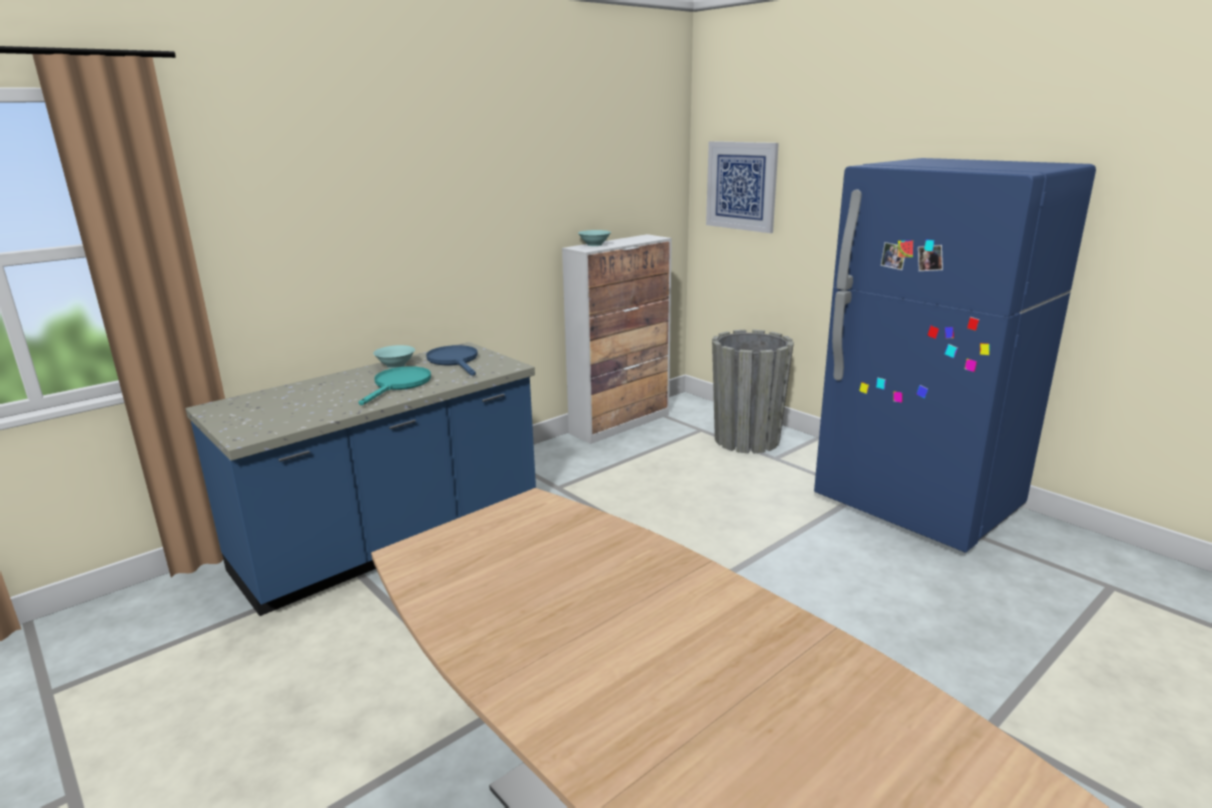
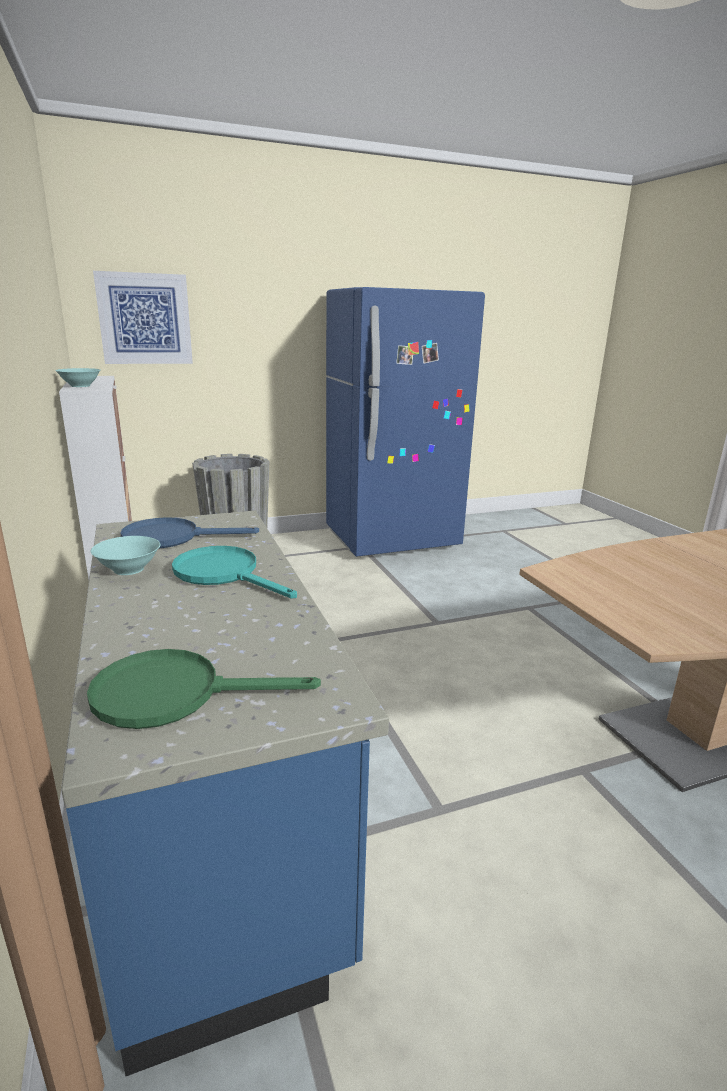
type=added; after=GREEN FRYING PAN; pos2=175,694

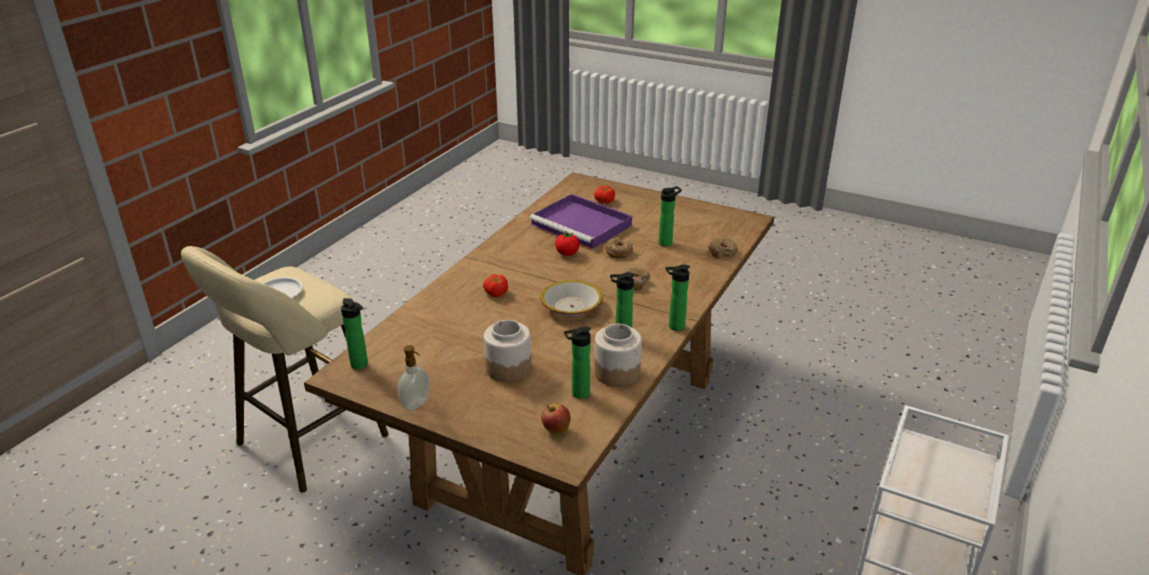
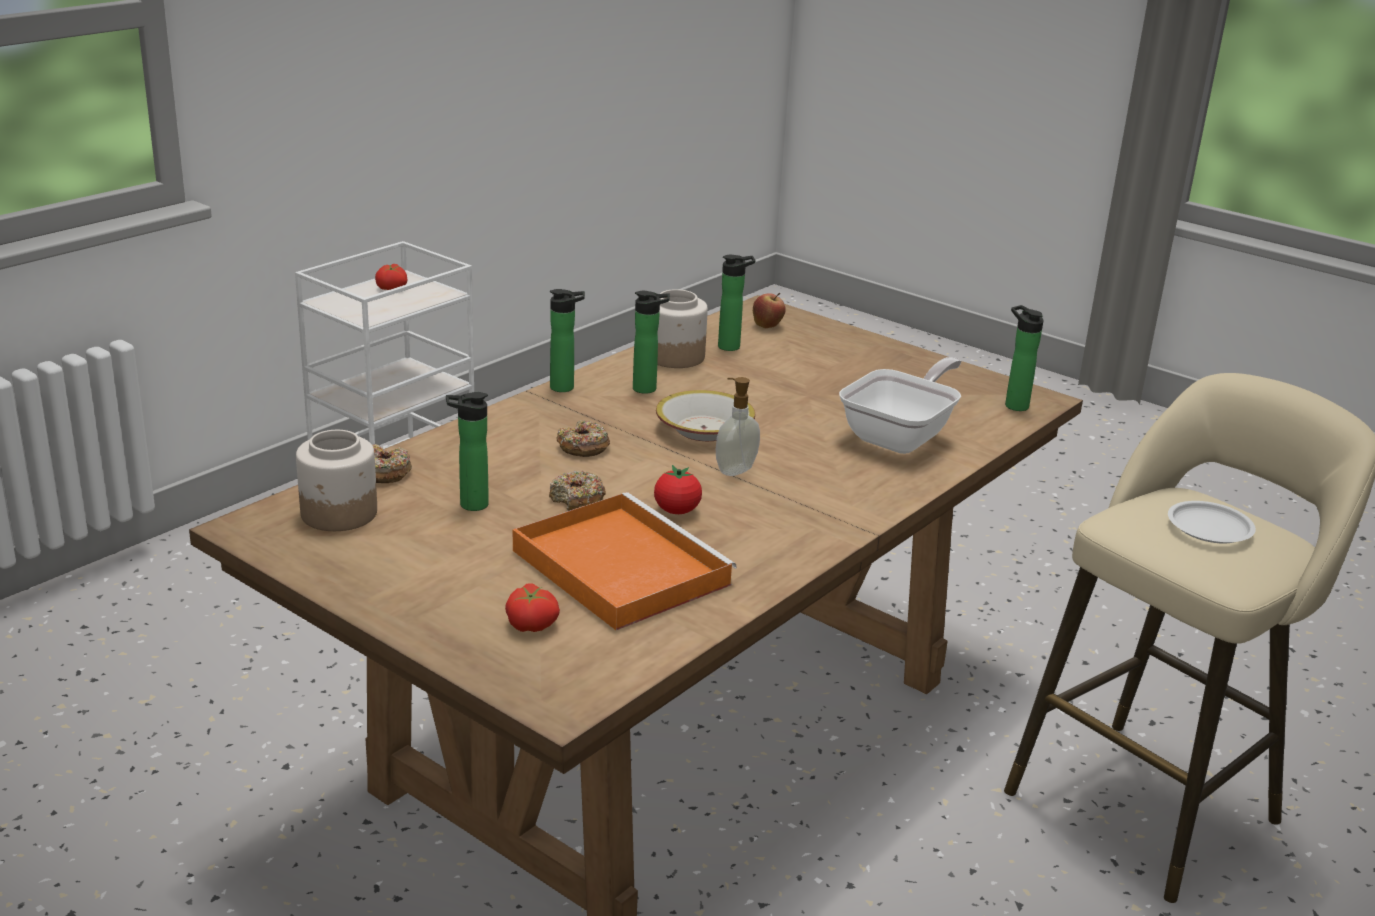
type=moved; before=SOAP BOTTLE; pos1=416,404; pos2=734,470
type=moved; before=FRESH TOMATO; pos1=495,293; pos2=392,288
type=moved; before=PRESERVE JAR; pos1=508,368; pos2=339,514
type=recoloured; before=PURPLISH CARRYING TRAY; after=ORANGE CARRYING TRAY; pos1=583,225; pos2=617,566
type=added; after=FRYING PAN; pos2=902,436

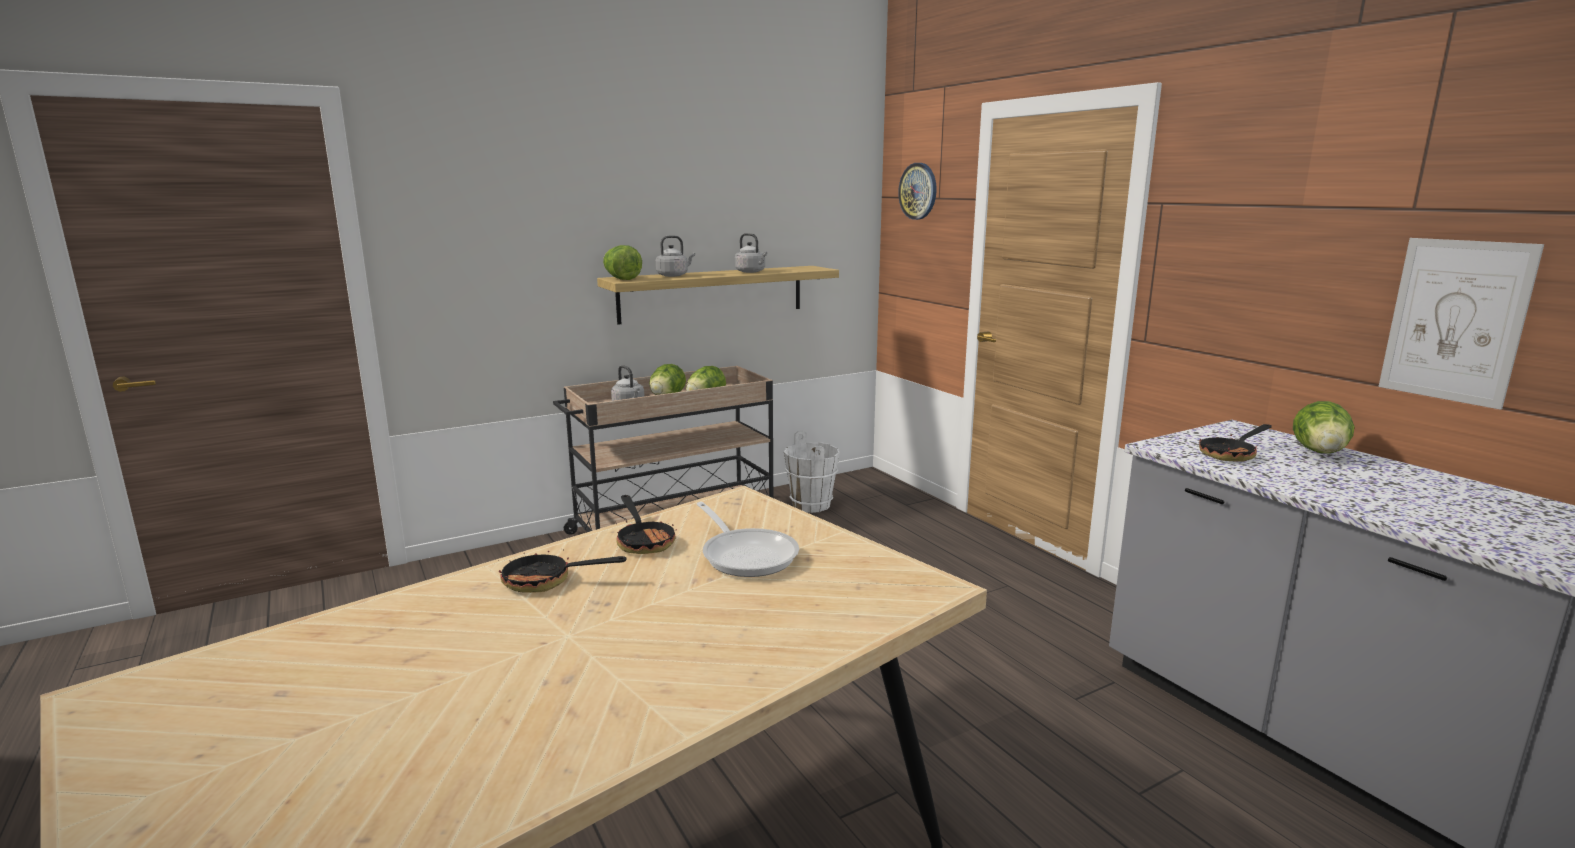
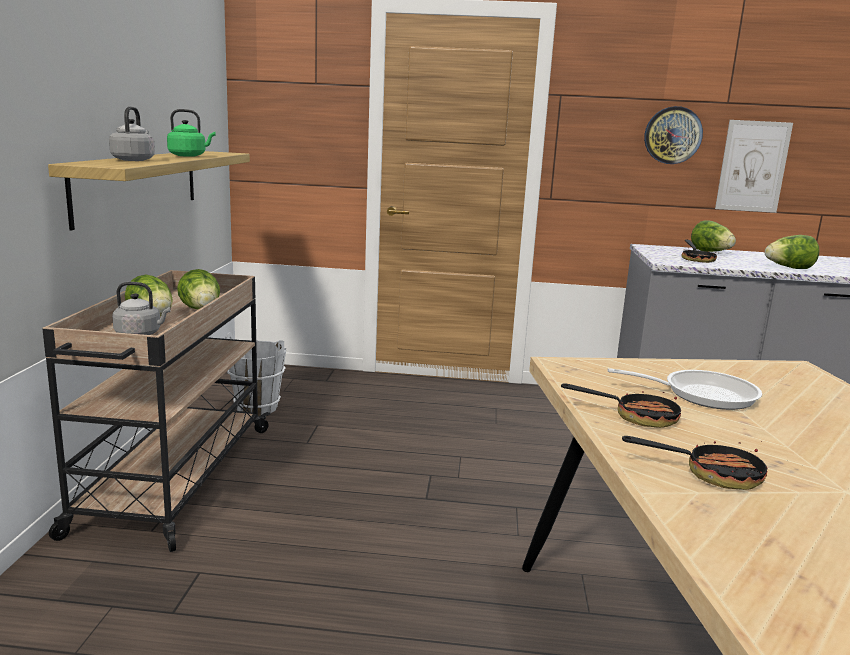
type=turned; before=FRYING PAN; pos1=547,582; pos2=711,473; turn=-120
type=moved; before=HEAD OF LETTUCE; pos1=621,279; pos2=789,268
type=recoloured; before=GRAY KETTLE; after=GREEN KETTLE; pos1=751,272; pos2=189,156
type=moved; before=WALL CLOCK; pos1=918,191; pos2=672,135

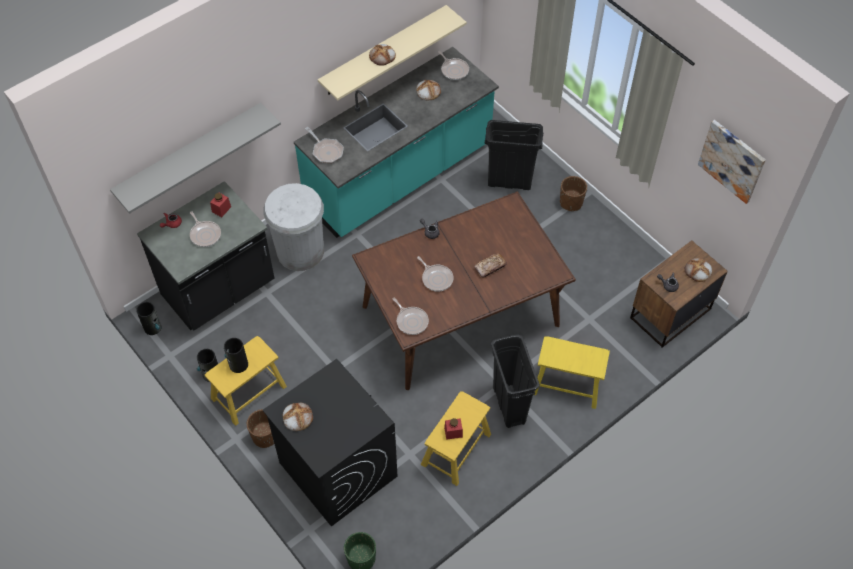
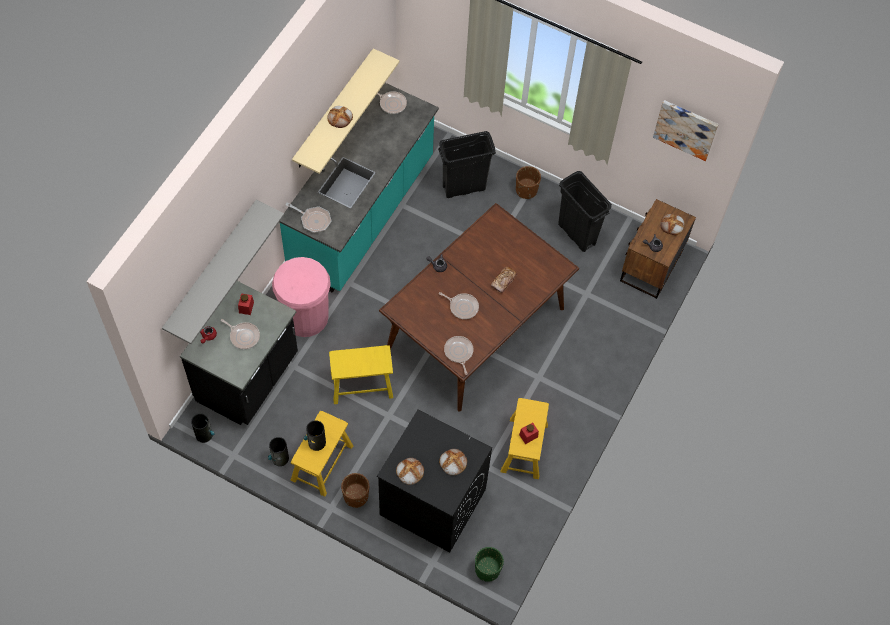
type=recoloured; before=WHITISH WASTE BIN; after=PINK WASTE BIN; pos1=300,251; pos2=305,316
type=turned; before=FRYING PAN; pos1=411,321; pos2=458,352; turn=-135
type=moved; before=BAKED BREAD; pos1=428,91; pos2=452,462
type=moved; before=BLACKISH WASTE BIN; pos1=509,405; pos2=576,234
type=moved; before=YELLOW STOOL; pos1=567,384; pos2=361,384

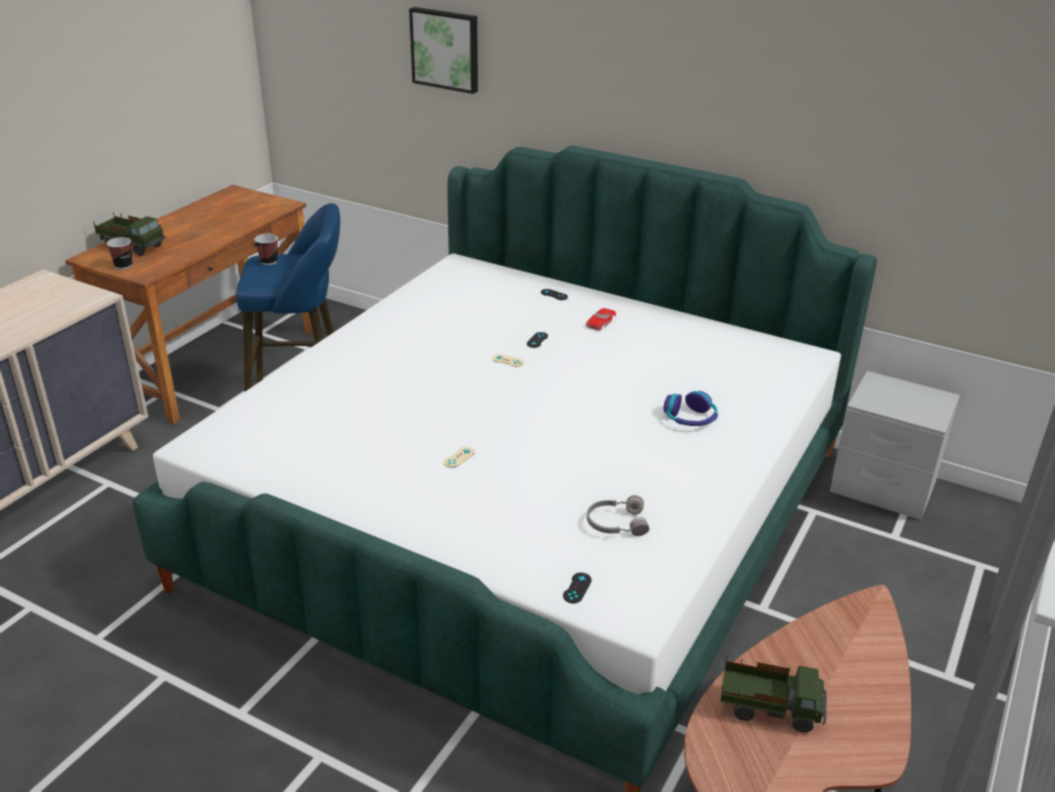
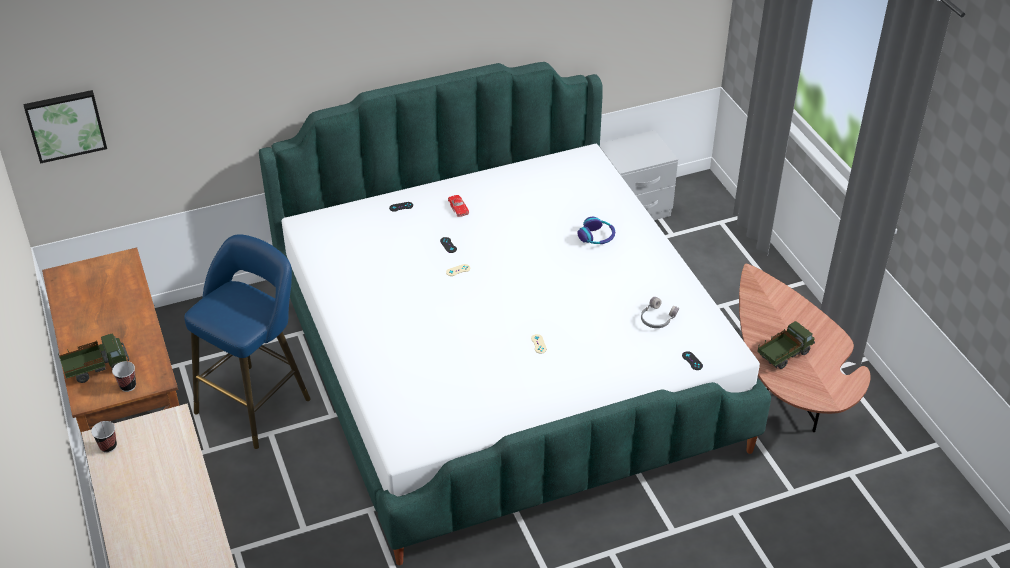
type=moved; before=SMALL CUP; pos1=269,261; pos2=108,446
type=moved; before=PICTURE; pos1=446,49; pos2=65,124

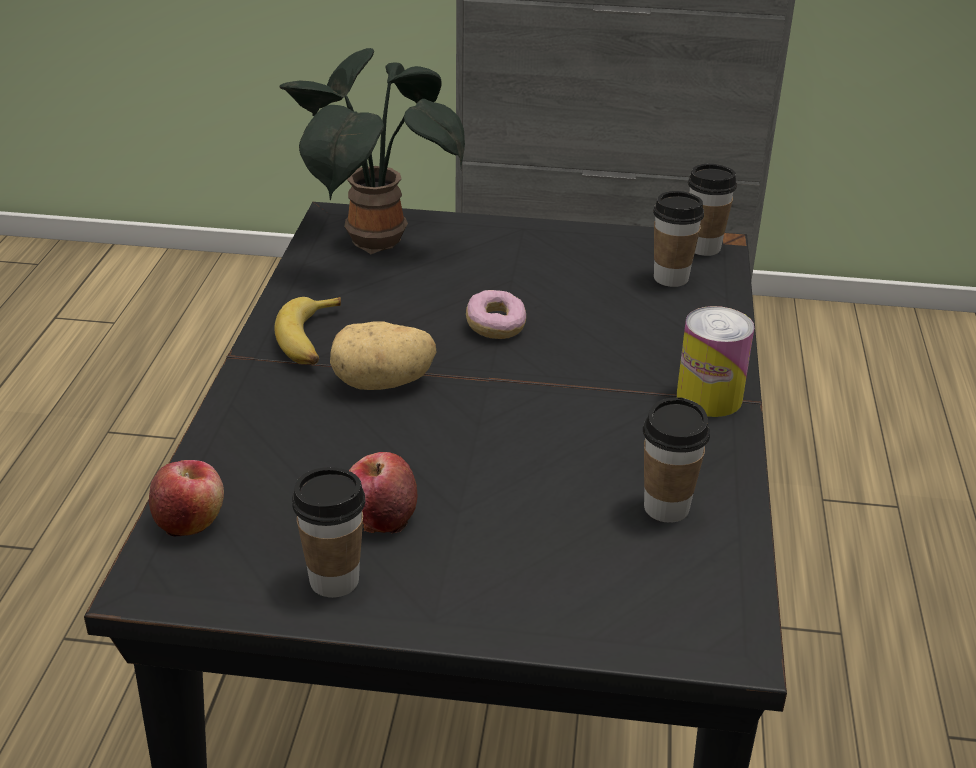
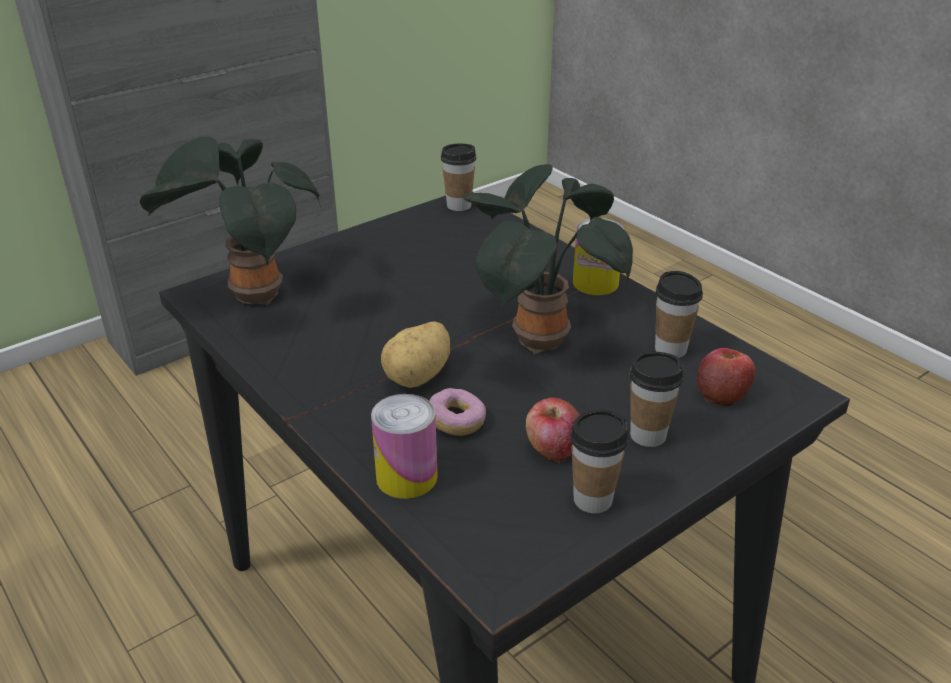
type=moved; before=APPLE; pos1=190,521; pos2=722,393
type=removed; before=WHOLE BANANA; pos1=311,341
type=moved; before=DOUGHNUT; pos1=495,327; pos2=456,422
type=moved; before=SMALL CUP; pos1=671,278; pos2=648,435
type=added; after=METAL CAN; pos2=406,477
type=added; after=PLANT IN A POT; pos2=536,337

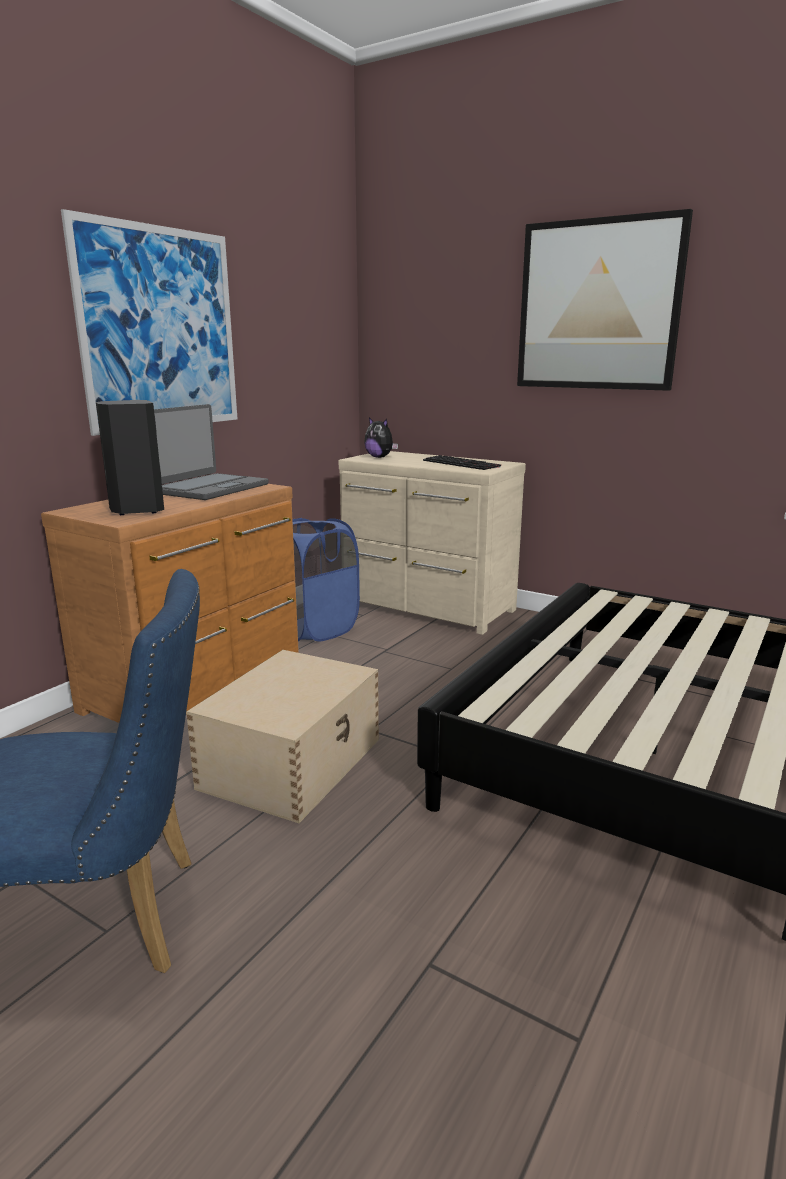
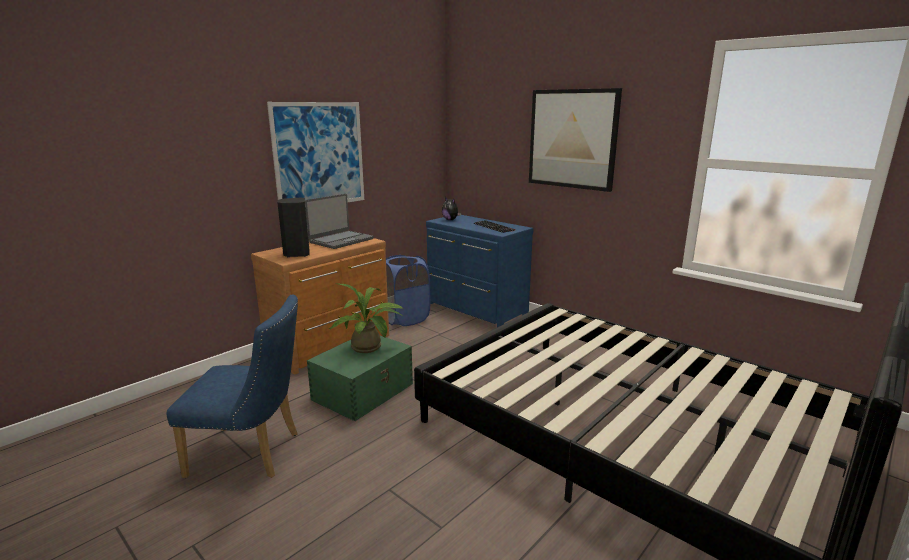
type=recoloured; before=BEIGE STORAGE BOX; after=GREEN STORAGE BOX; pos1=293,762; pos2=364,391
type=recoloured; before=BEIGE DRAWER CHEST; after=BLUE DRAWER CHEST; pos1=427,608; pos2=475,309
type=added; after=PLANT IN A POT; pos2=369,348

